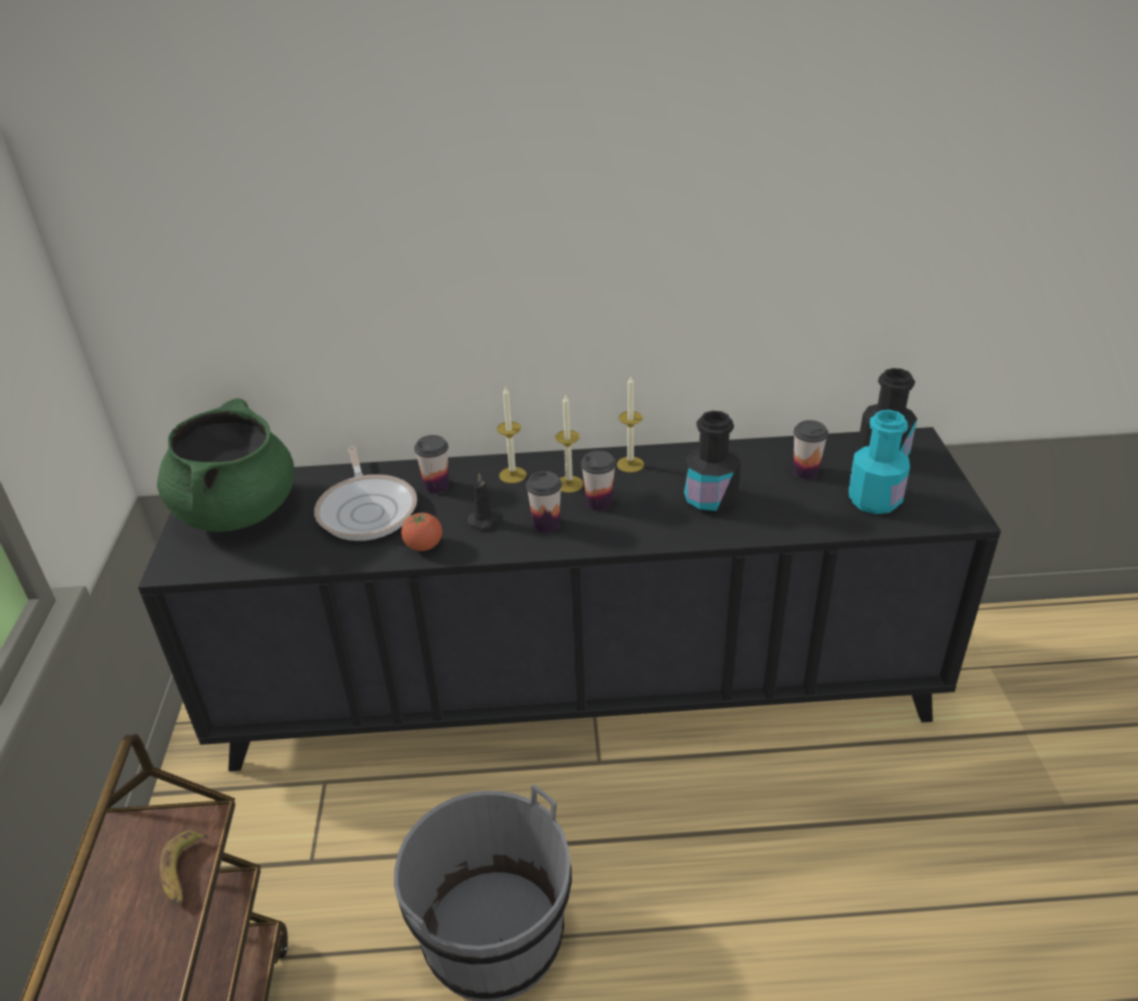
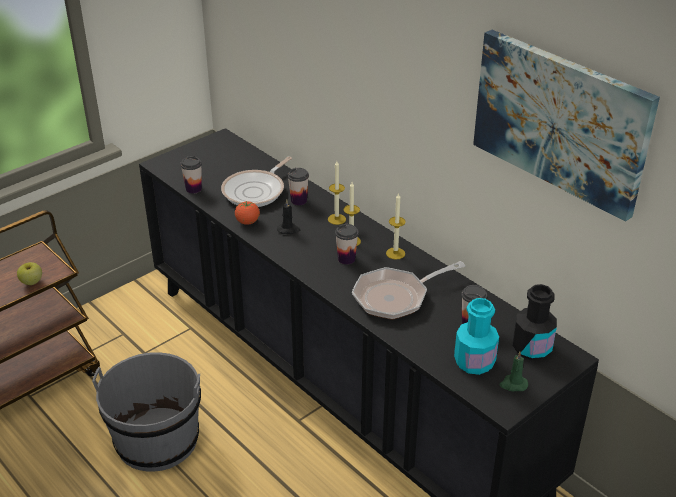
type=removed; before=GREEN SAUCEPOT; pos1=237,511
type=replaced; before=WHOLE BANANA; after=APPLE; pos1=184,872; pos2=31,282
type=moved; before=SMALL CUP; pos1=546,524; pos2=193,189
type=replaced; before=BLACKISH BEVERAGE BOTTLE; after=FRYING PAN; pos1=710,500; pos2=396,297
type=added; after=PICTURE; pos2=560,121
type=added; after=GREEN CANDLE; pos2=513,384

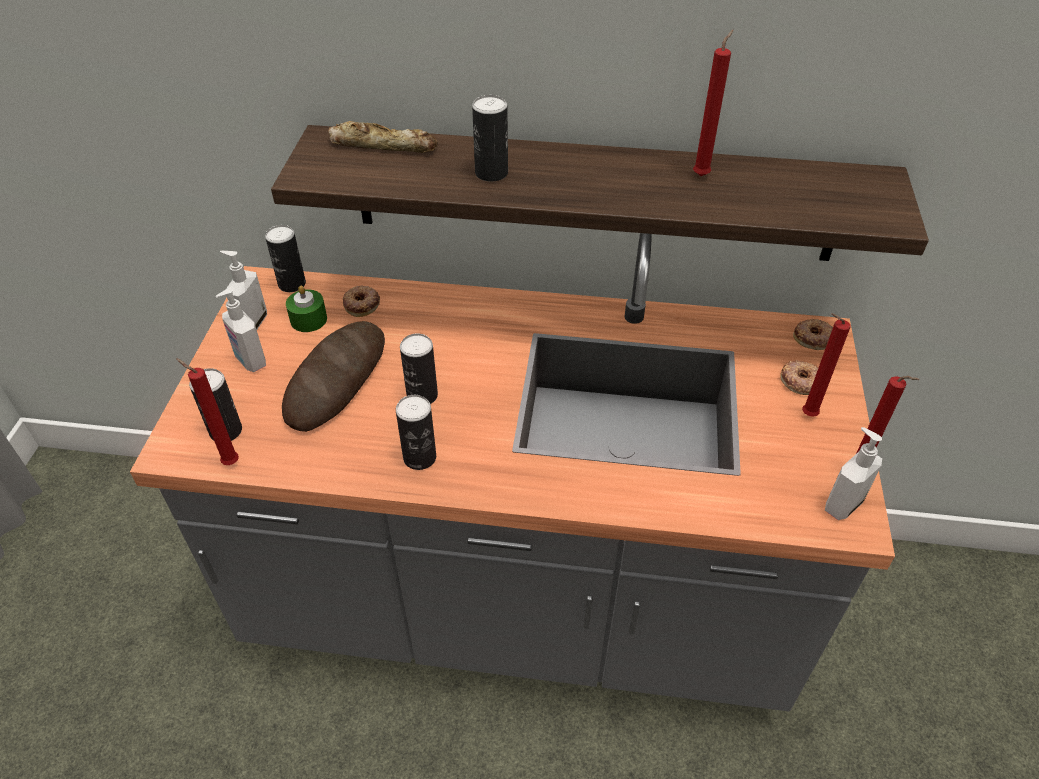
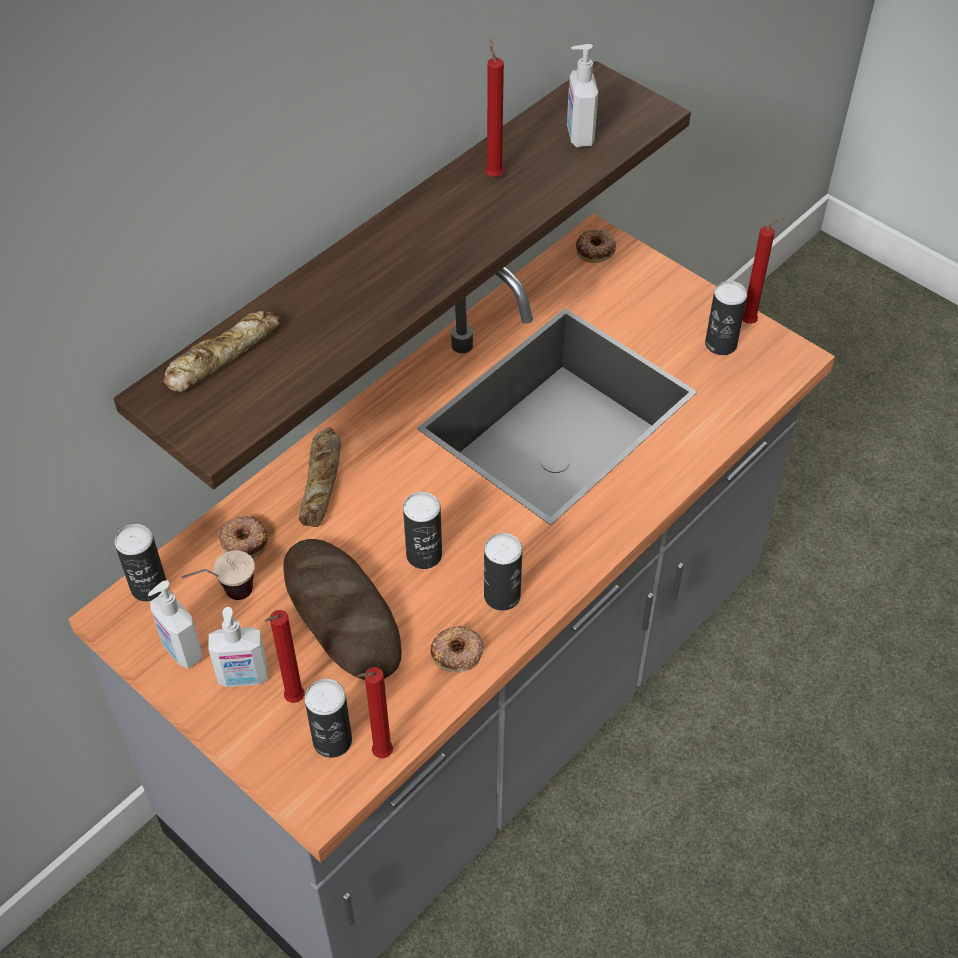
type=replaced; before=GREEN CANDLE; after=SMALL CUP; pos1=308,319; pos2=224,597
type=moved; before=METAL CAN; pos1=491,173; pos2=721,344
type=moved; before=DOUGHNUT; pos1=801,381; pos2=457,652
type=moved; before=RED-COLOURED CANDLE; pos1=806,415; pos2=292,700
type=moved; before=SOAP BOTTLE; pos1=842,504; pos2=578,135
type=added; after=BAKED BREAD; pos2=322,482

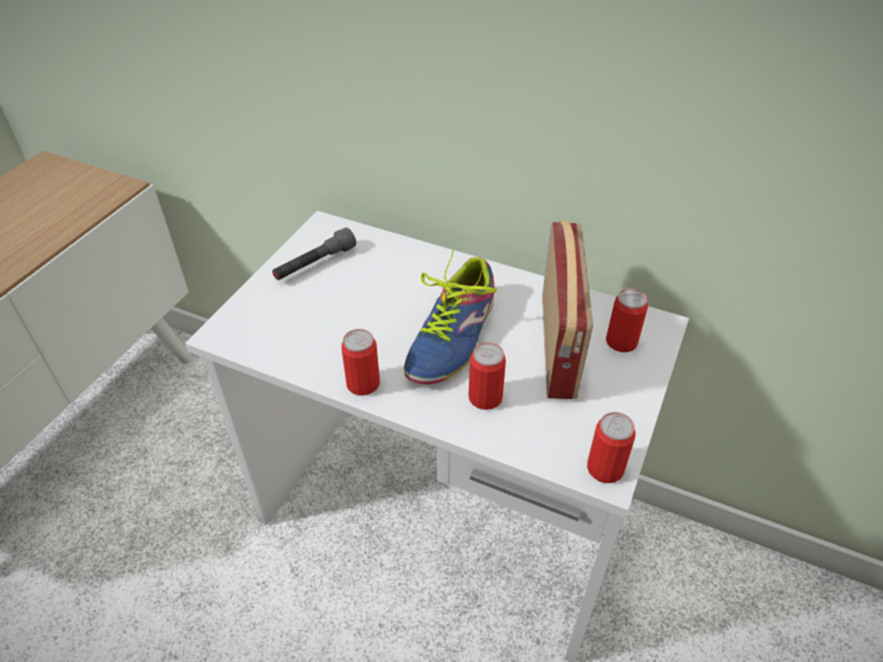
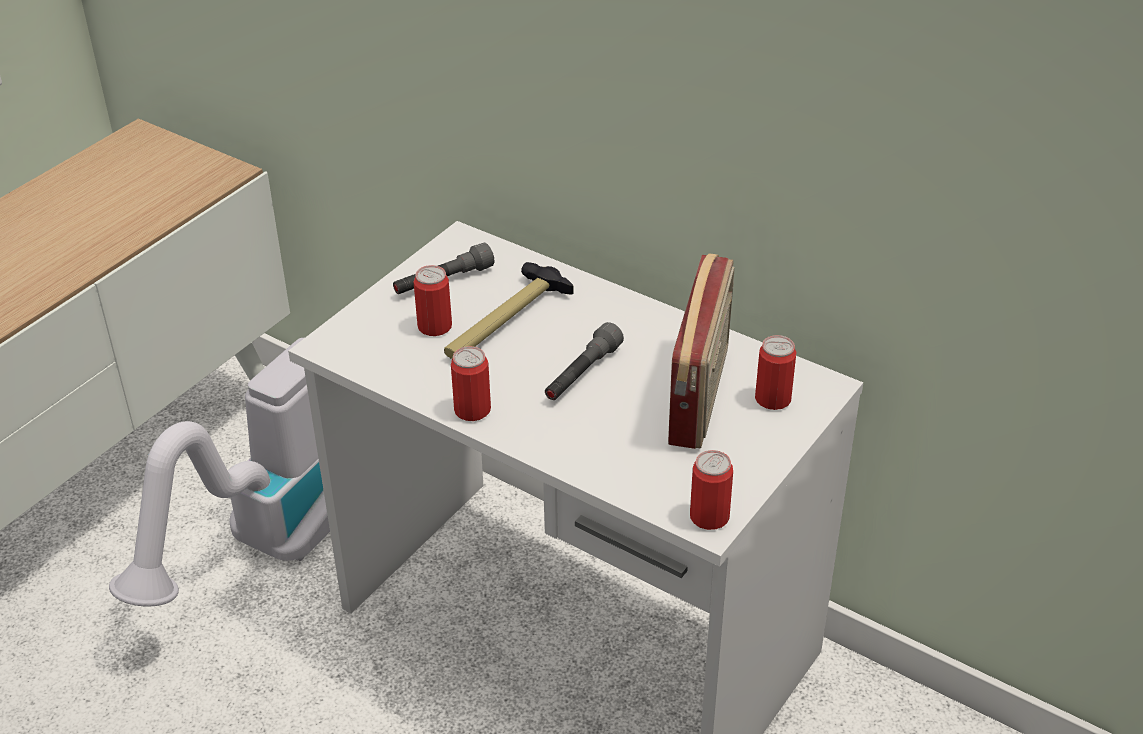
type=replaced; before=SHOE; after=GRAY FLASHLIGHT; pos1=452,337; pos2=582,374
type=moved; before=METAL CAN; pos1=485,397; pos2=435,326
type=added; after=VACUUM CLEANER; pos2=270,548
type=added; after=HAMMER; pos2=505,322

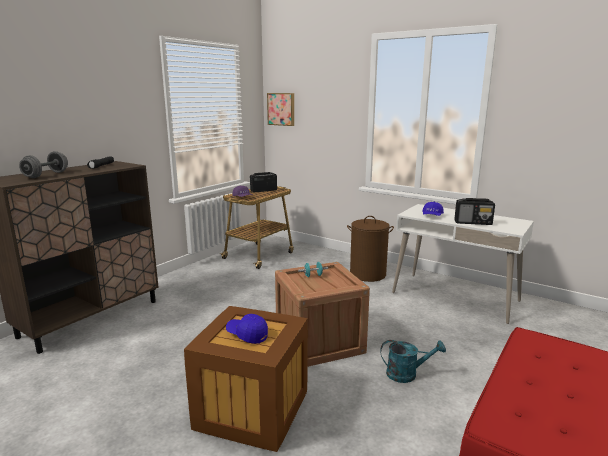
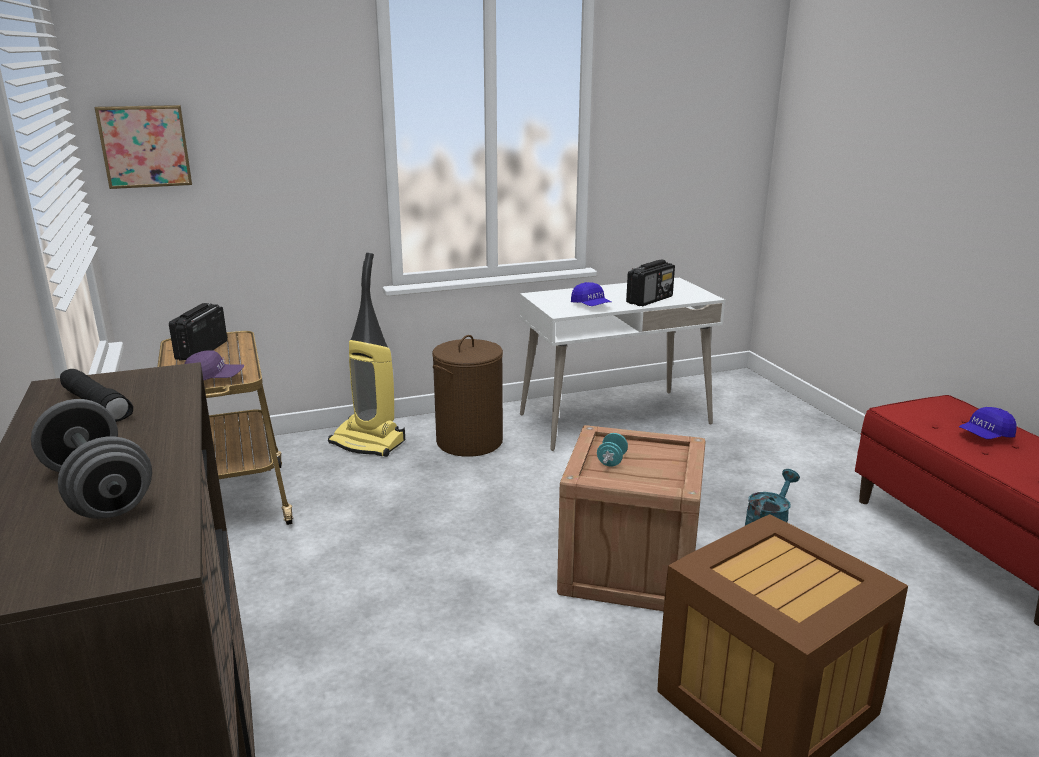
type=moved; before=BLUE BASEBALL CAP; pos1=247,335; pos2=985,436
type=added; after=VACUUM CLEANER; pos2=369,442

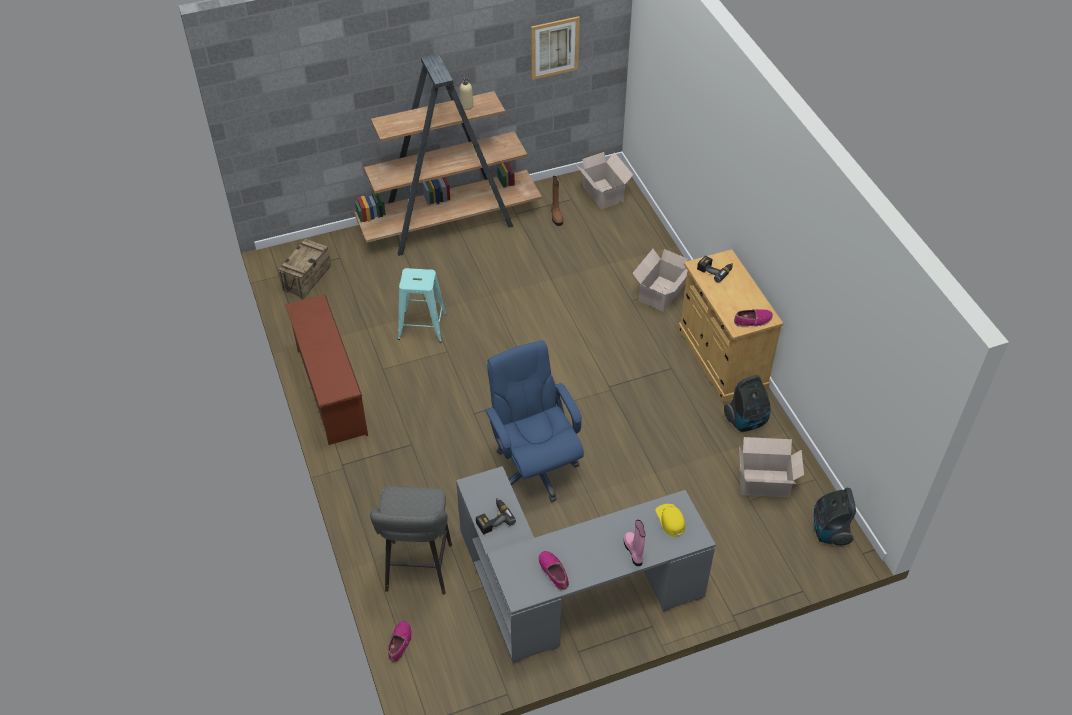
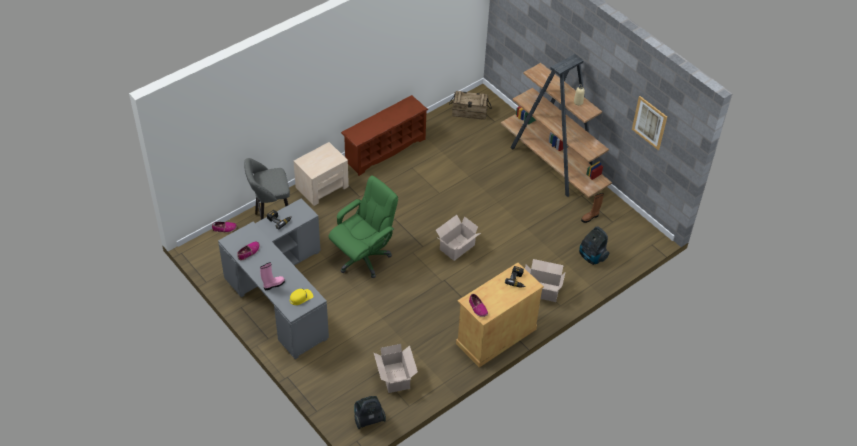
type=removed; before=TURQUOISE-COLOURED STOOL; pos1=422,326
type=recoloured; before=BLUE DESK CHAIR; after=GREEN DESK CHAIR; pos1=534,467; pos2=363,257
type=moved; before=PACKING BOX; pos1=603,195; pos2=456,247
type=moved; before=VACUUM CLEANER; pos1=746,421; pos2=591,257
type=added; after=BEIGE NIGHTSTAND; pos2=322,186

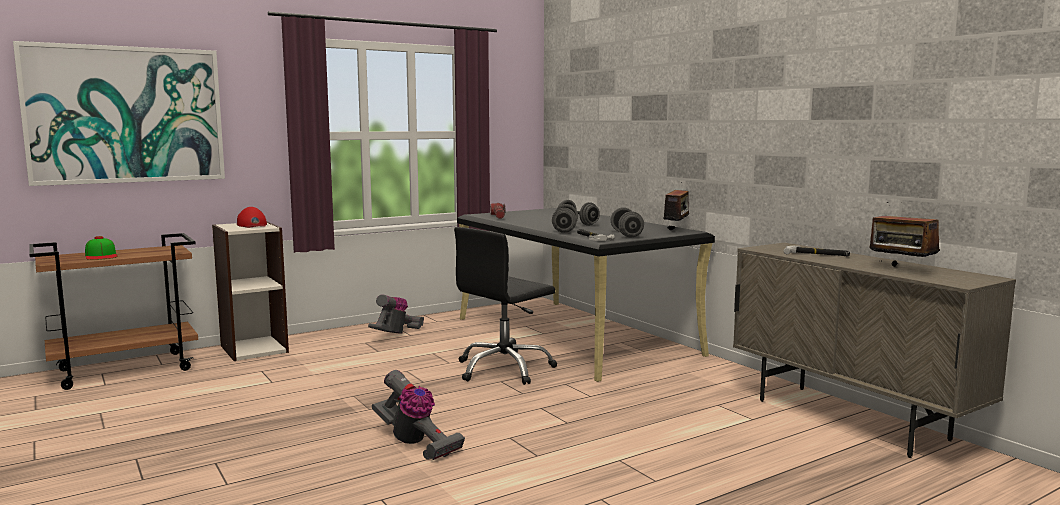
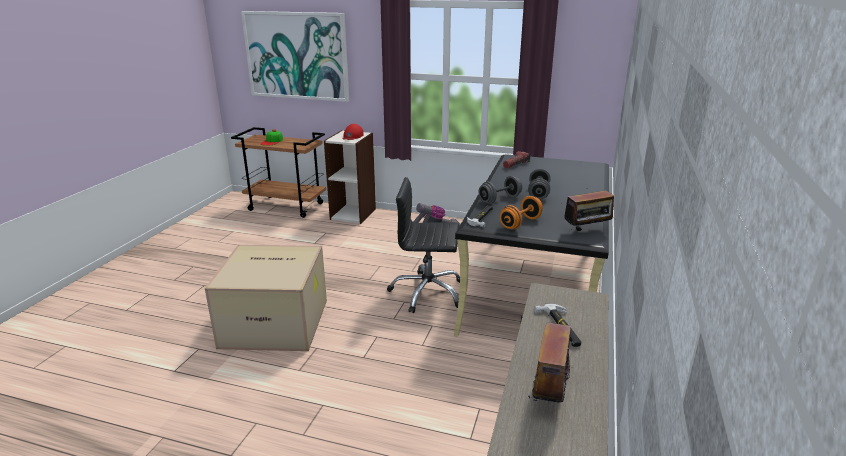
type=replaced; before=VACUUM CLEANER; after=PACKING BOX; pos1=415,443; pos2=277,322
type=recoloured; before=GRAY DUMBBELL; after=ORANGE DUMBBELL; pos1=626,234; pos2=520,223

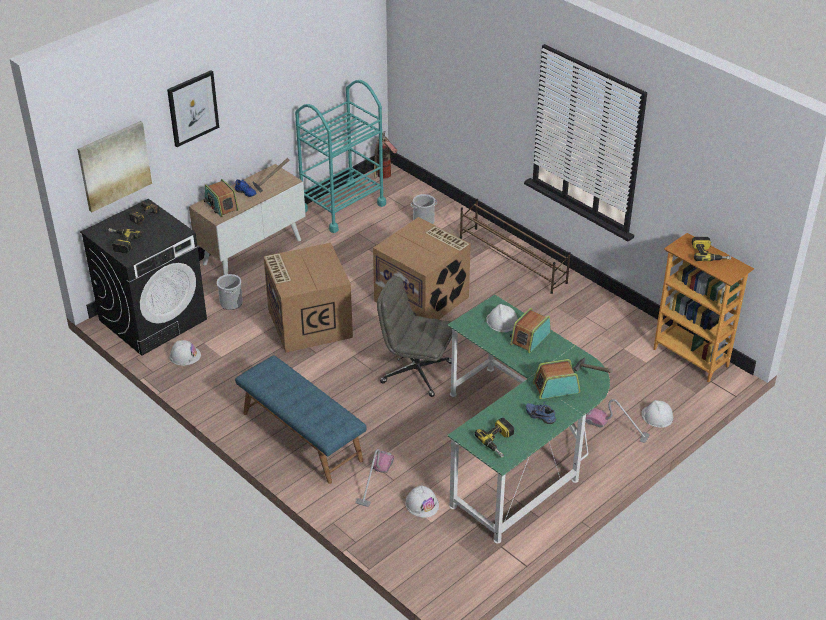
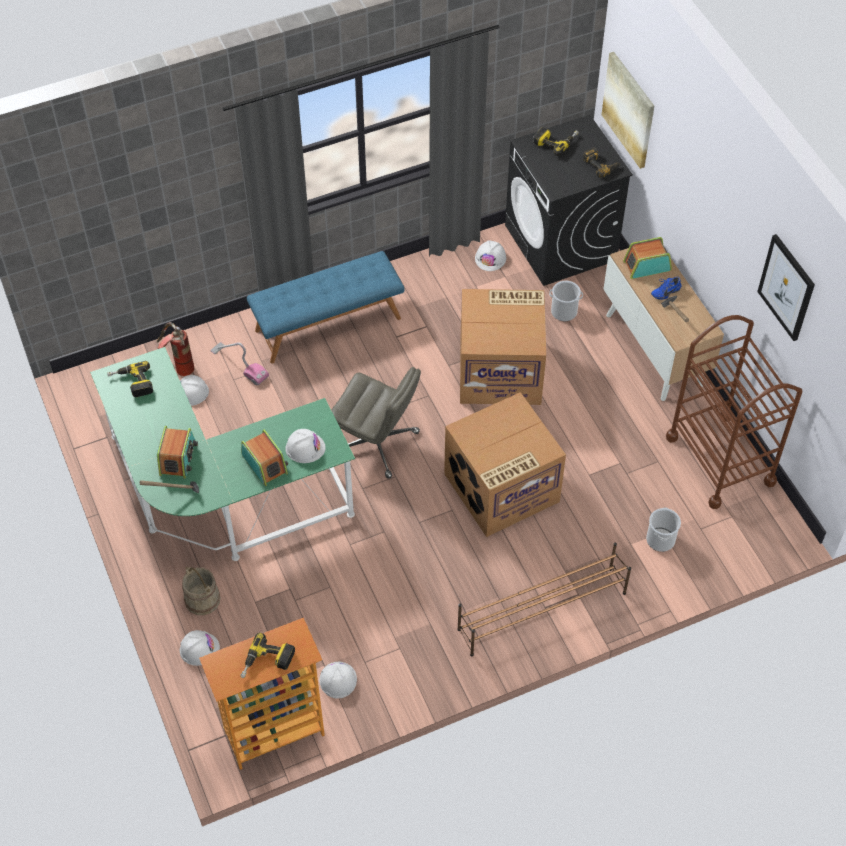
type=moved; before=PICTURE; pos1=192,108; pos2=787,287
type=recoloured; before=TURQUOISE-COLOURED CART; after=BROWN-COLOURED CART; pos1=342,207; pos2=720,460
type=moved; before=FIRE-FIGHTING CYLINDER; pos1=383,178; pos2=178,366
type=turned; before=GRAY DESK CHAIR; pos1=415,372; pos2=377,443; turn=75
type=removed; before=BLUE SHOE; pos1=541,416
type=replaced; before=VACUUM CLEANER; after=BEIGE WATER BUCKET; pos1=616,428; pos2=202,599
type=added; after=WHITISH SAFETY HELMET; pos2=337,680

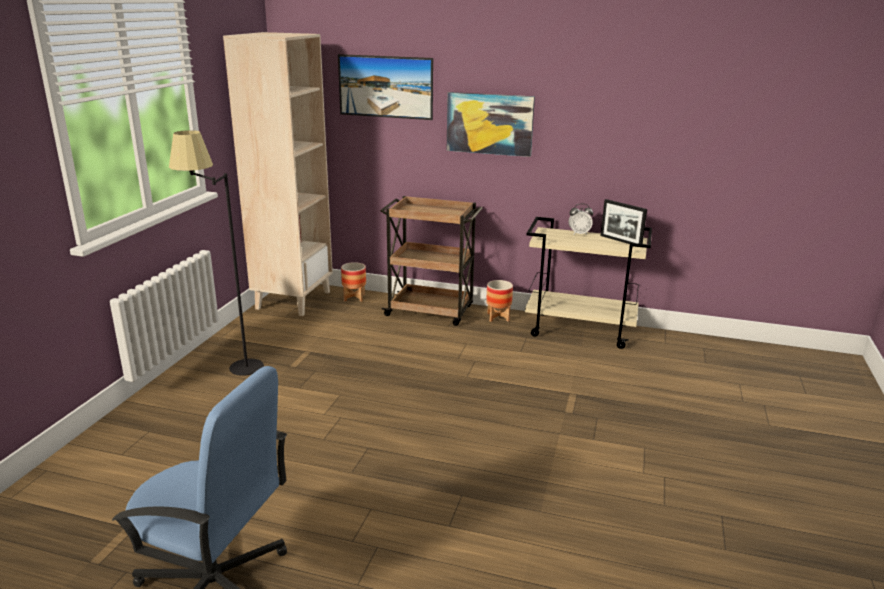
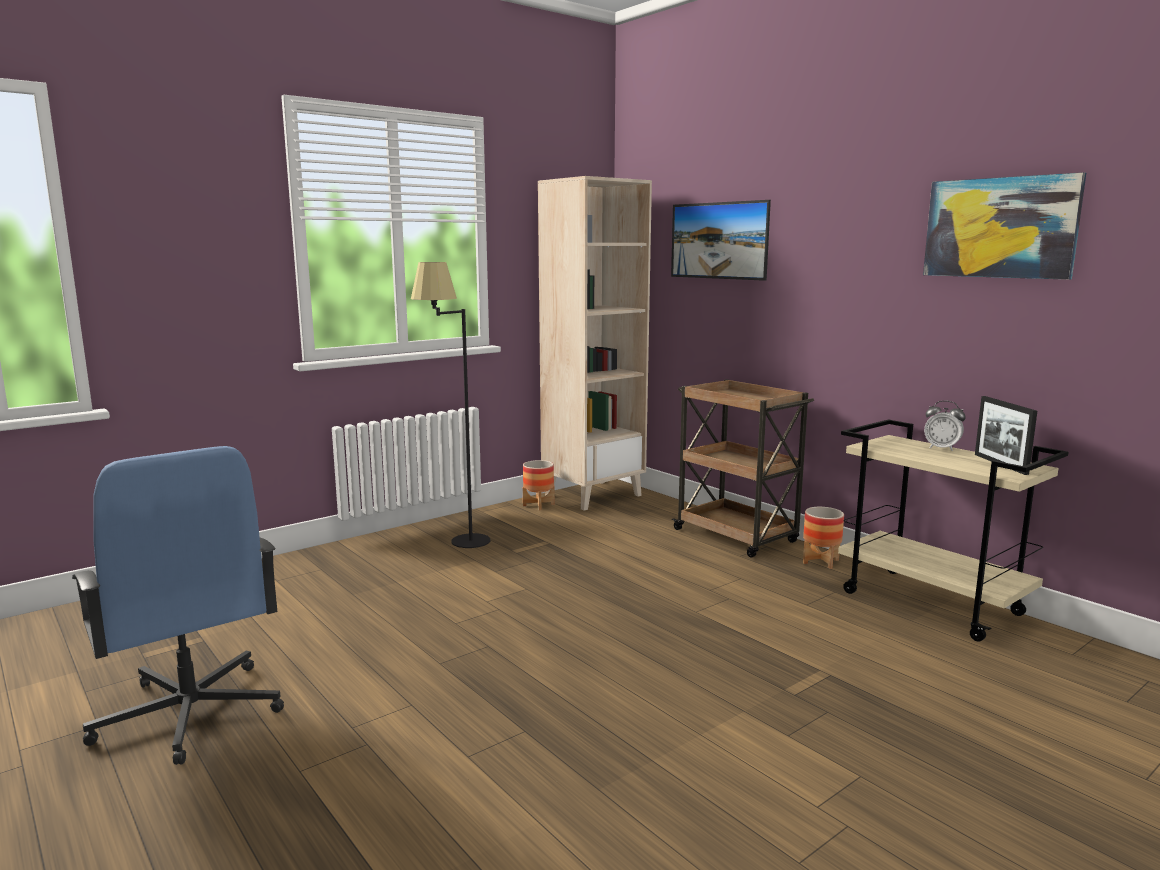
type=moved; before=FLOWER POT; pos1=354,298; pos2=538,505
type=moved; before=PICTURE; pos1=489,123; pos2=1000,228

